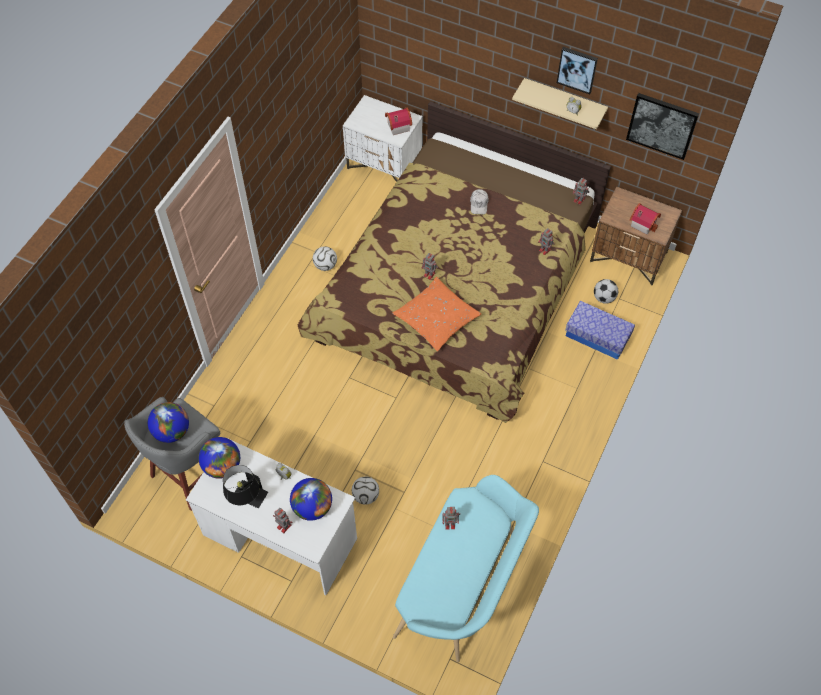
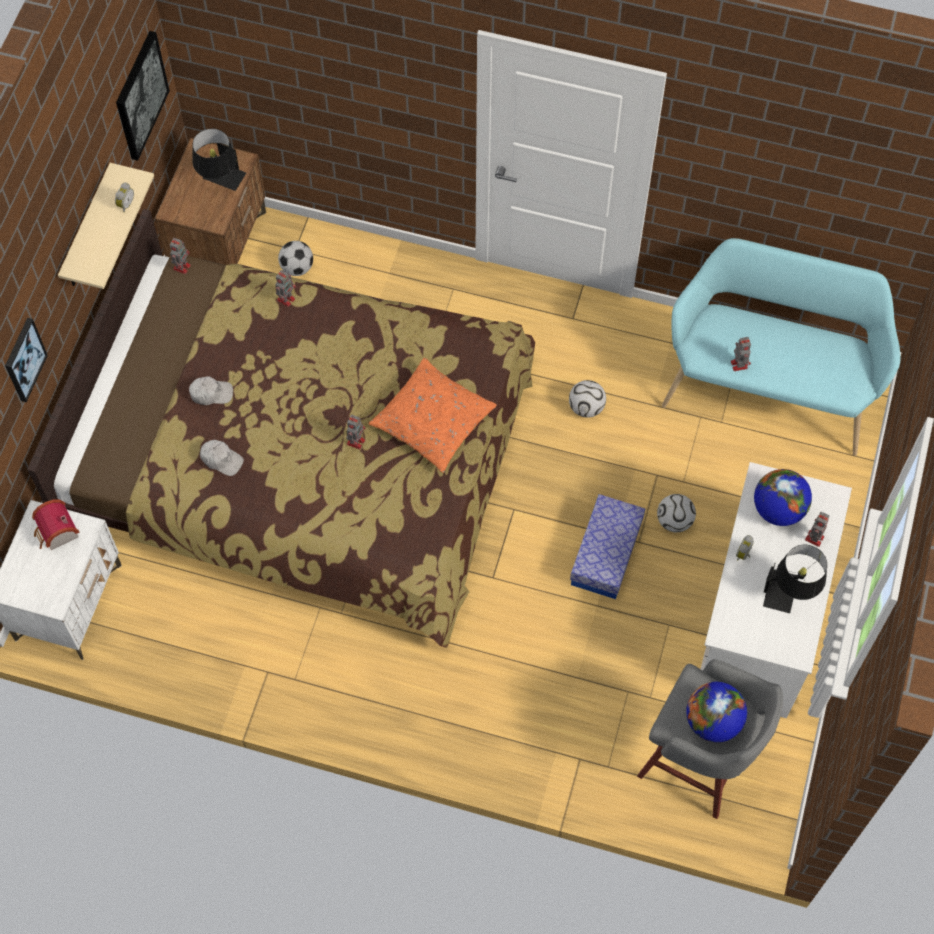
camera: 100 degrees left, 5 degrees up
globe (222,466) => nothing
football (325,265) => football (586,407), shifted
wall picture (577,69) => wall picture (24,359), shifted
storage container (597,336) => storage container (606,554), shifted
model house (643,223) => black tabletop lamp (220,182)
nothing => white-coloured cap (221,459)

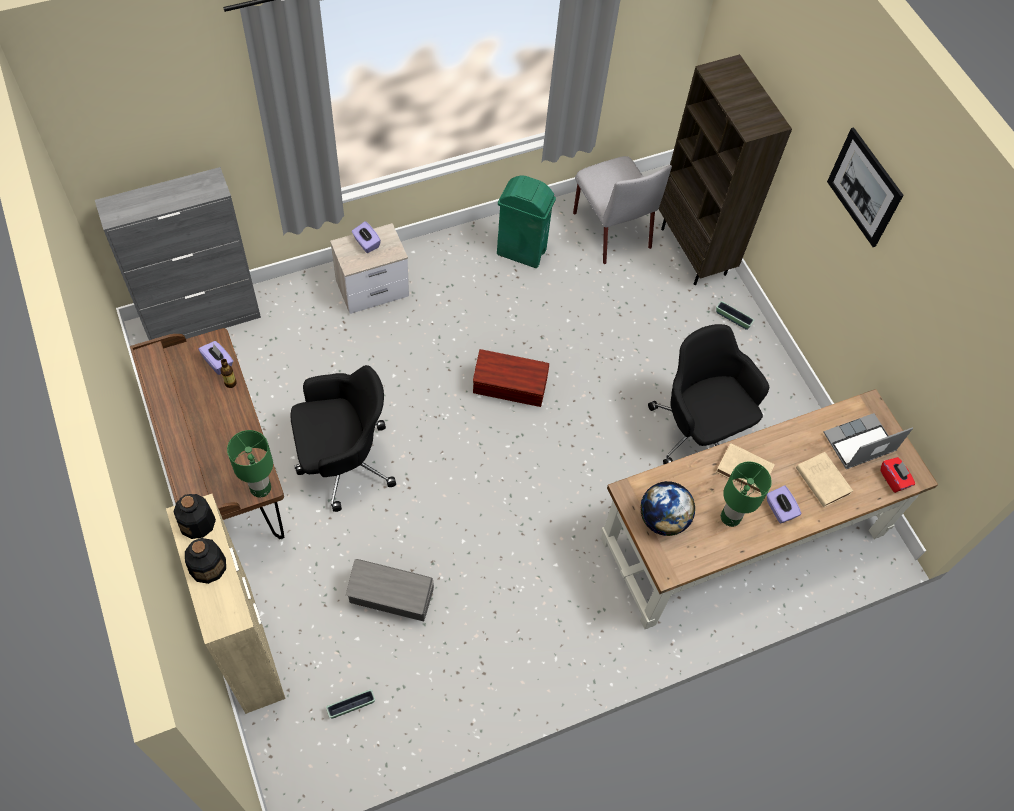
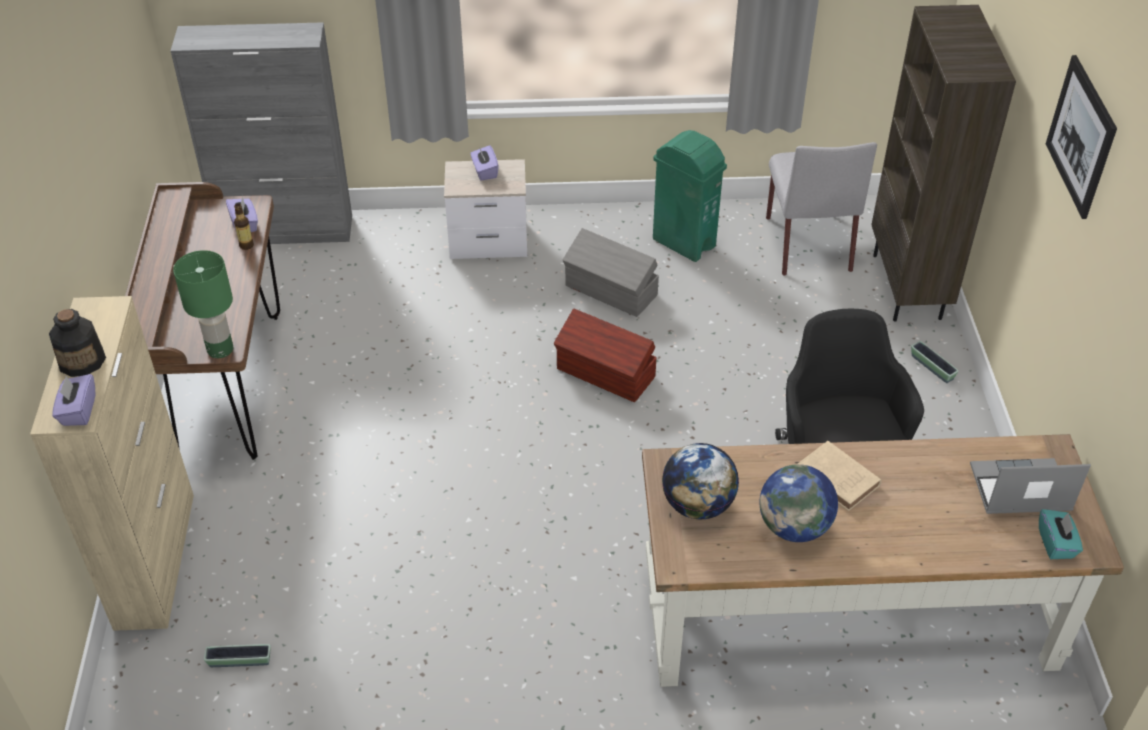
camera: 25 degrees right, 15 degrees down
bottle (197,522) => nothing
black desk chair (343,461) => nothing
gray storage container (392,597) => gray storage container (611,291), shifted
greenish tabletop lamp (731,517) => globe (794,527)
purple-coloured box of tissues (779,510) => purple-coloured box of tissues (78,411), shifted
beige bound book (822,480) => nothing
red-coloured box of tissues (894,479) => blue-green box of tissues (1056,544)

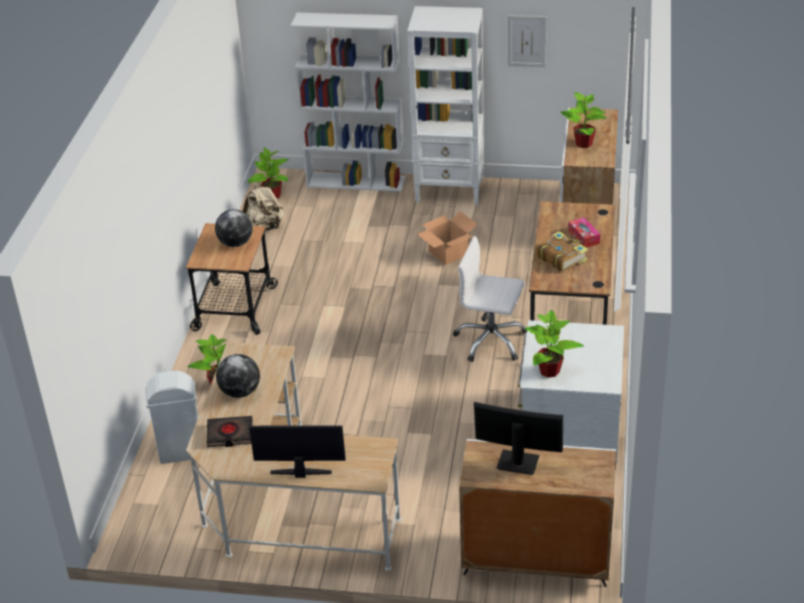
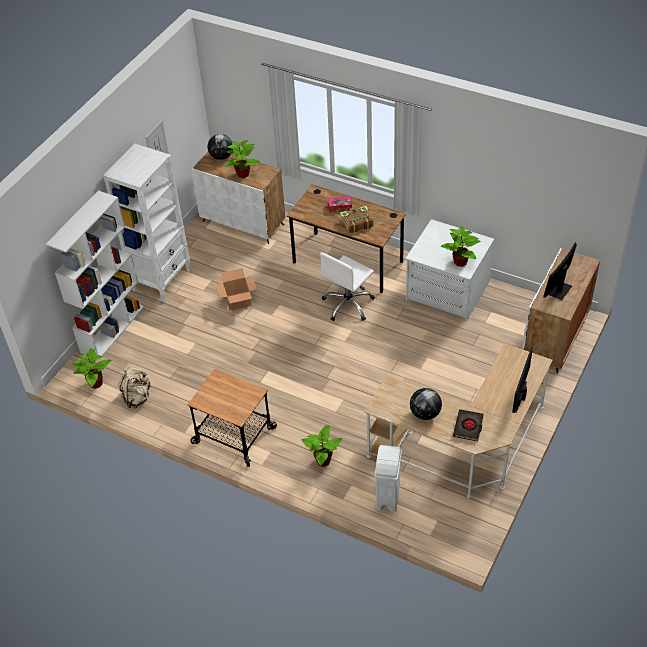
camera: 70 degrees left, 10 degrees up
globe (236,243) => globe (221,156), shifted

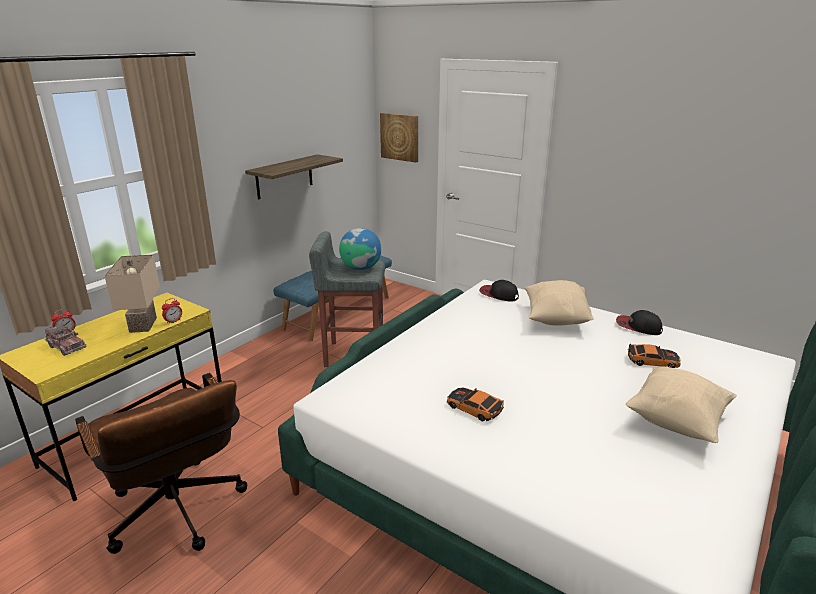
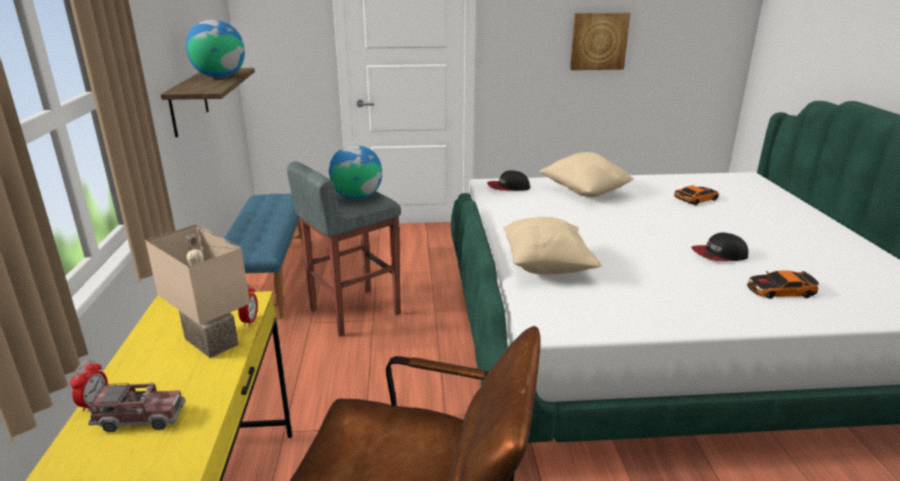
camera: 40 degrees left, 0 degrees up
wall picture (400,137) => wall picture (598,41), shifted
toy car (473,408) => toy car (780,291), shifted
cap (638,327) => cap (719,255), shifted
beige throw pillow (676,421) => beige throw pillow (546,266), shifted
nothing => globe (220,77)

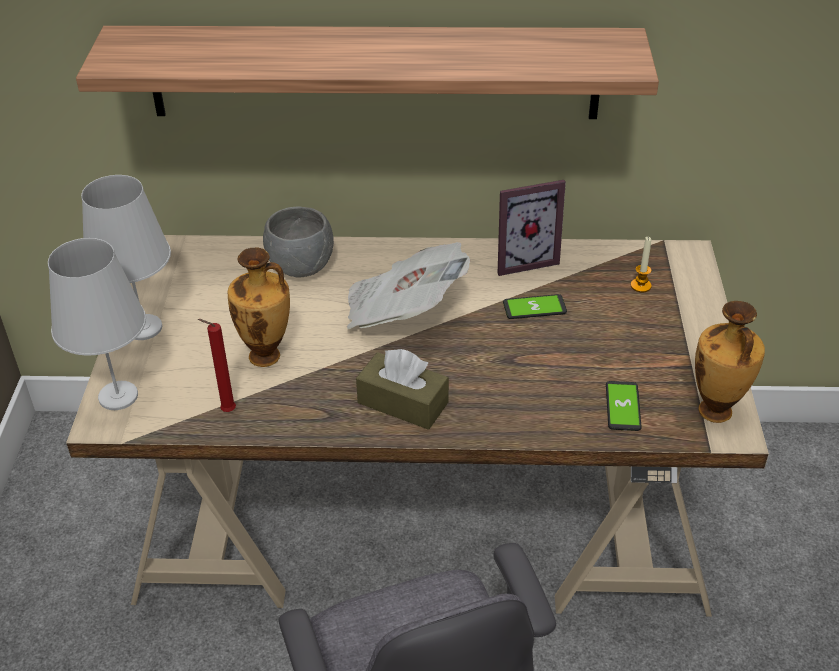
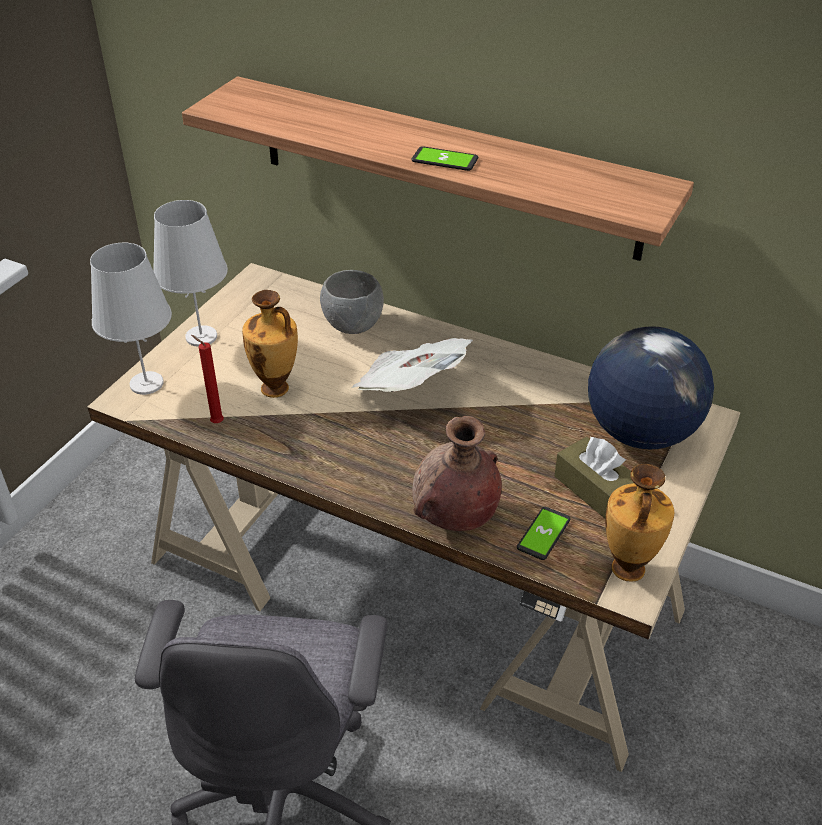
camera: 25 degrees right, 0 degrees up
brown box of tissues (403,403) => brown box of tissues (594,489), shifted
picture frame (522,259) => nothing
phone (534,308) => phone (444,160), shifted
wax light (640,286) => globe (639,432)
nothing => brown vase (454,517)

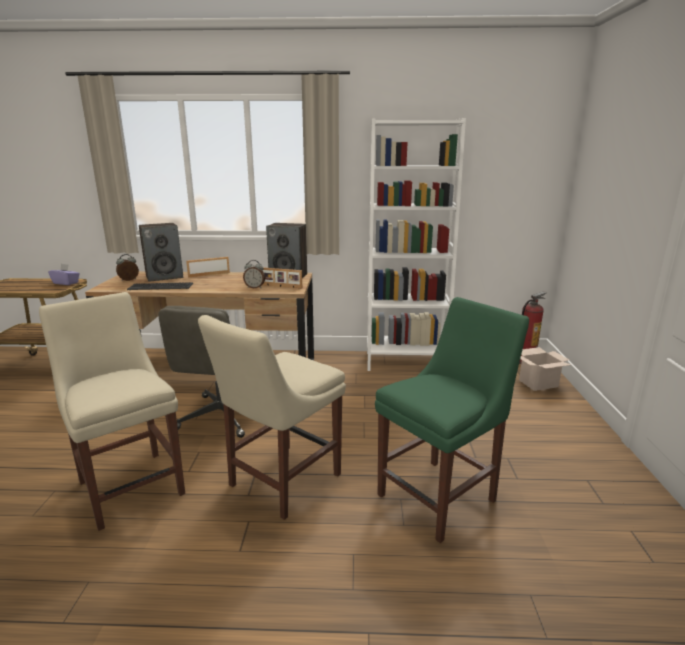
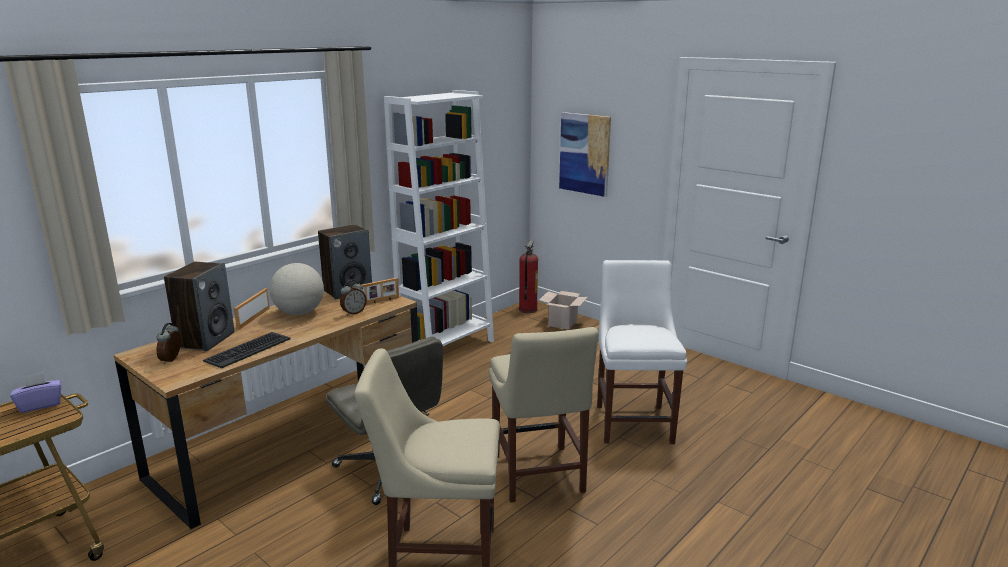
camera: 50 degrees left, 0 degrees up
greenish chair (441,495) => white-coloured chair (633,421)
nothing => globe (299,313)
nothing => wall picture (585,153)

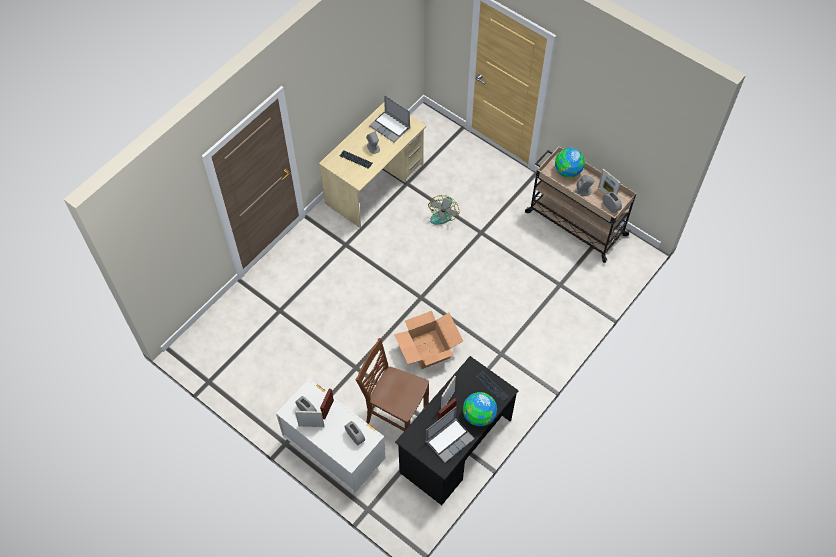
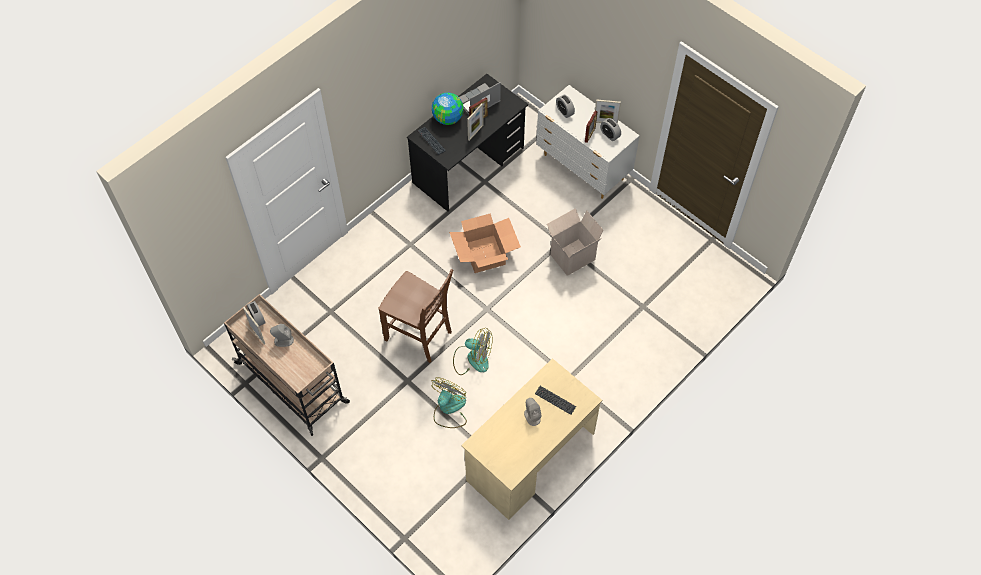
camera: 175 degrees left, 0 degrees up
brown chair (395,417) => brown chair (419,336), shifted
portable computer (390,127) => nothing
globe (567,171) => nothing
nothing => cooling fan (472,358)
nothing => cardboard box (572,256)

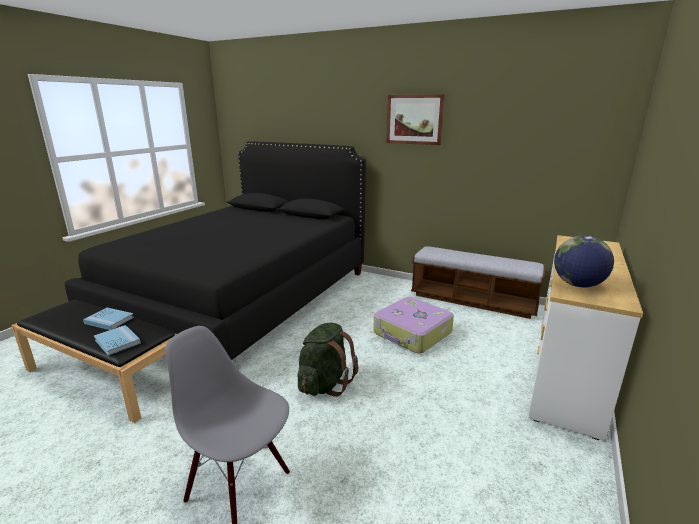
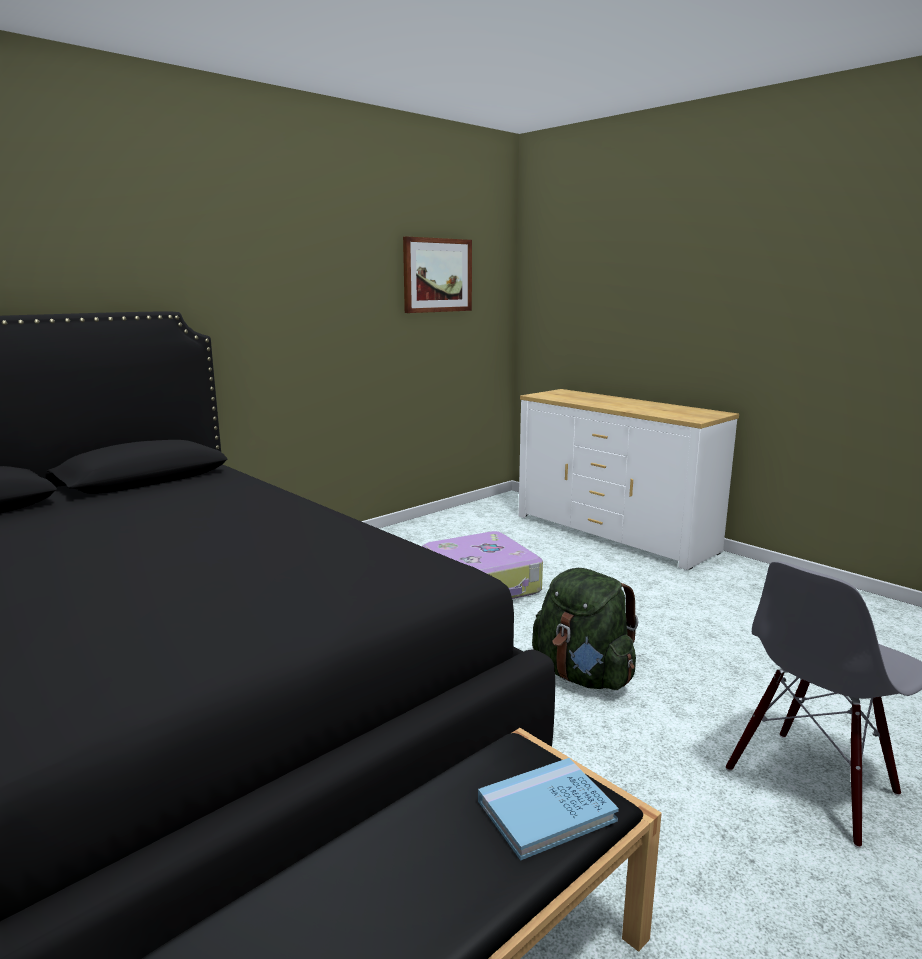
camera: 70 degrees left, 5 degrees down
blue bound book (109,320) => nothing
wall picture (414,119) => wall picture (437,275), shifted
indoor bench (473,300) => nothing
globe (578,285) => nothing

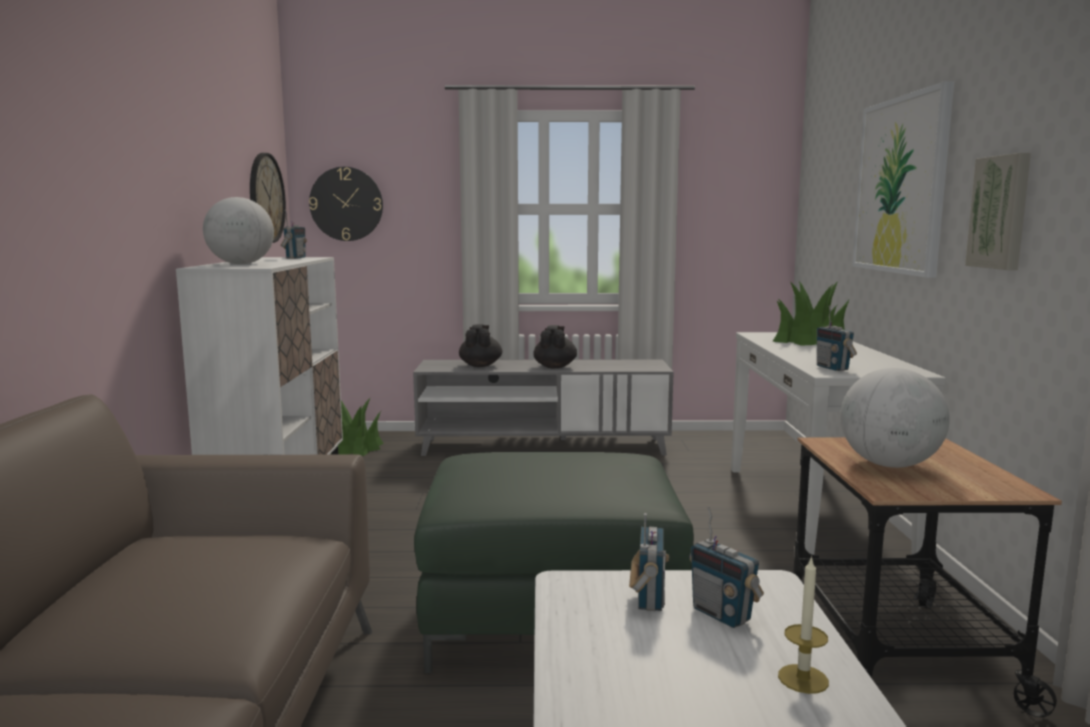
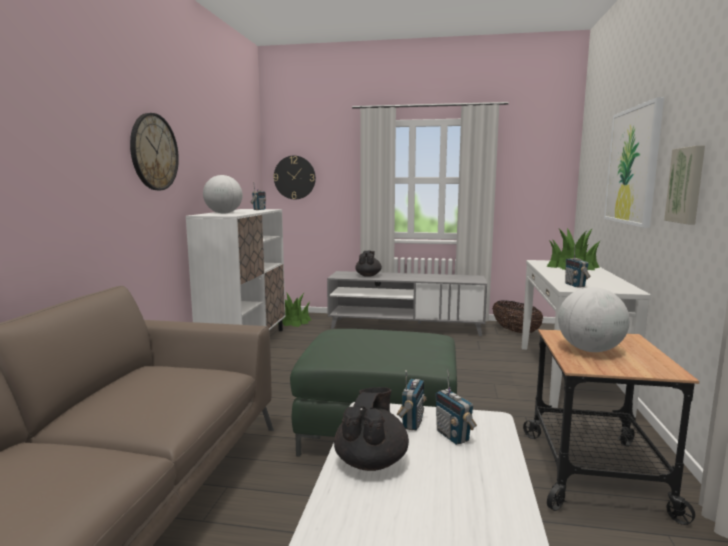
camera: 10 degrees right, 0 degrees up
wall clock (266,198) => wall clock (154,152), shifted
black pot for tea (555,367) => black pot for tea (371,461), shifted
wax light (803,679) => nothing
nothing => basket (515,331)

